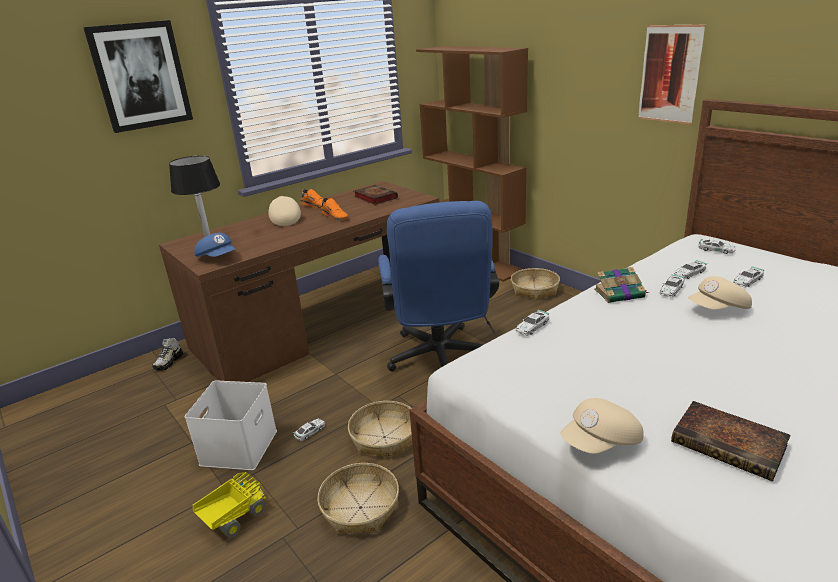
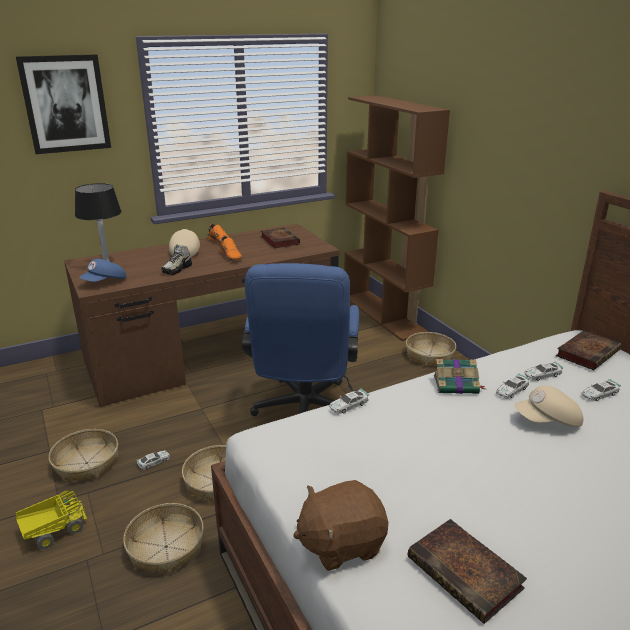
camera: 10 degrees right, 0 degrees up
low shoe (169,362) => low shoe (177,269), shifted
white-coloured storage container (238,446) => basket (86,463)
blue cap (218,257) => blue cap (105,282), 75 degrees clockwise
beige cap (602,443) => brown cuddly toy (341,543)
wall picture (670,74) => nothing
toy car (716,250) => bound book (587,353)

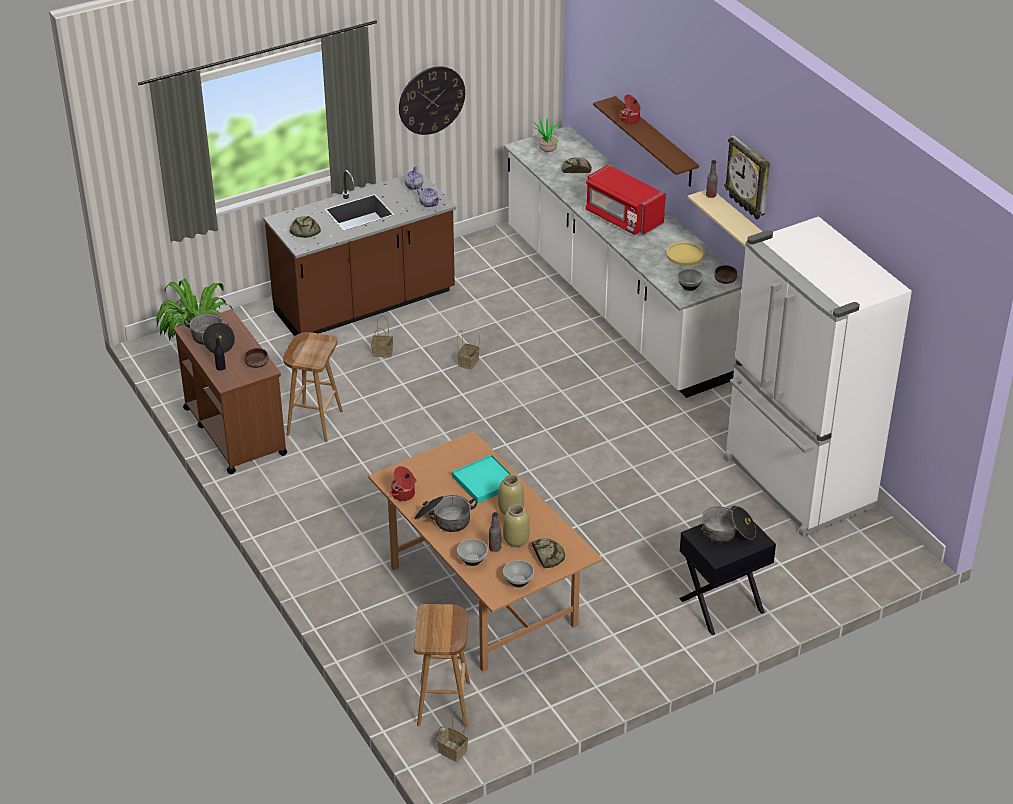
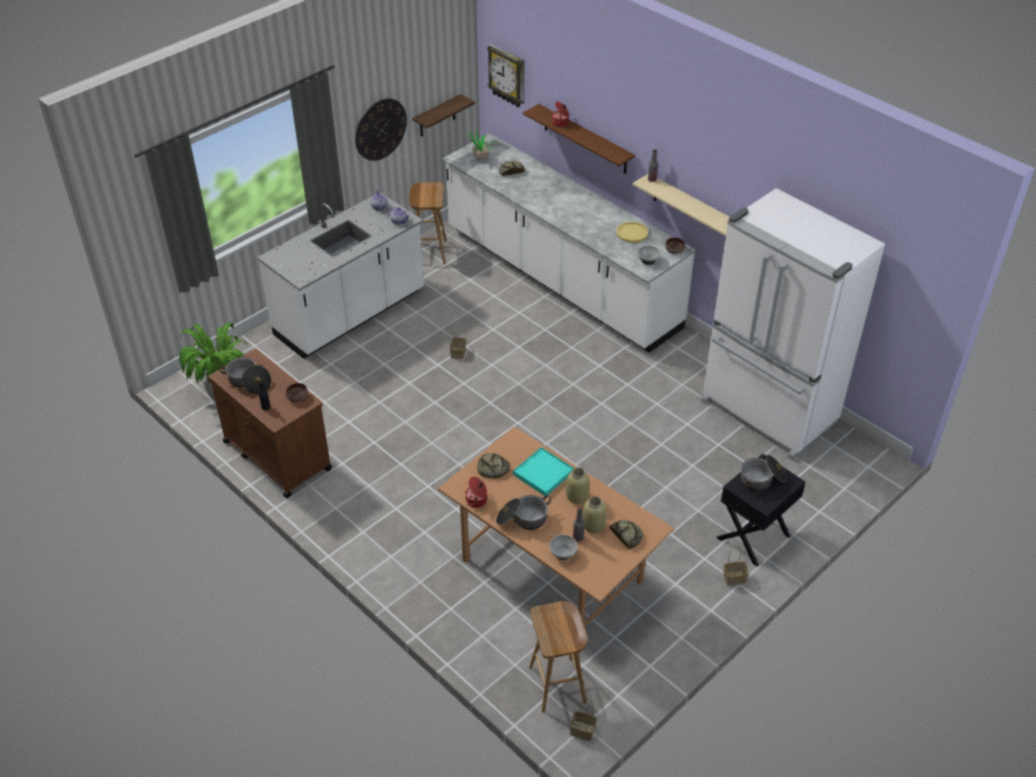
camera: 15 degrees left, 5 degrees up
brown kitchen counter (365,304) => white-coloured kitchen counter (351,315)
brown stool seat (314,422) => brown stool seat (429,252), shifted
bakery bread (304,231) => bakery bread (492,469), shifted
basket (383,352) => basket (735,578), shifted
deep dish (518,581) => nothing
red-coloured kitchen microwave (623,218) => nothing
wall clock (749,178) => wall clock (508,76), shifted
nothing => wall shelf (437,116)

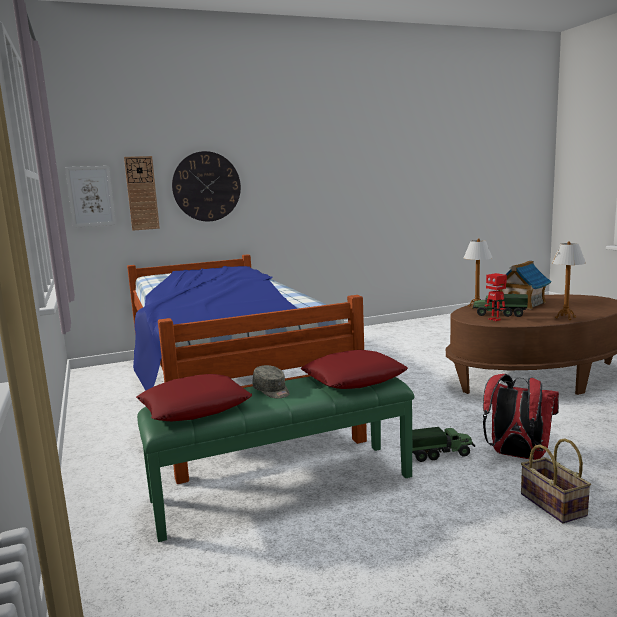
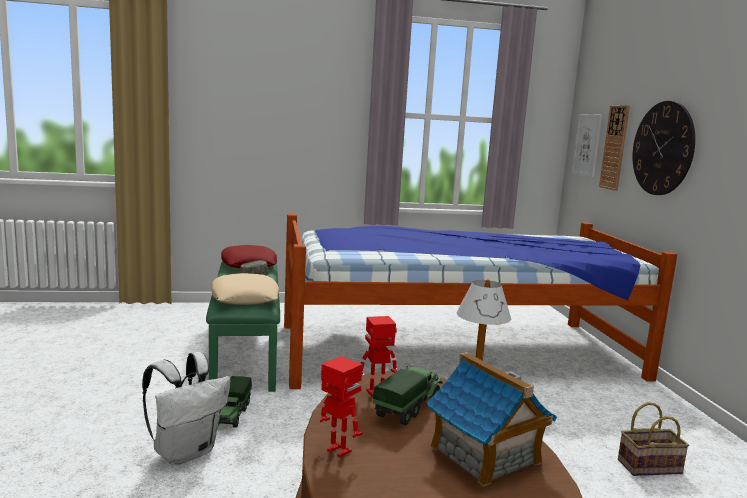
camera: 100 degrees right, 0 degrees up
red-coloured throw pillow (354,378) => beige throw pillow (245,297)
red-coloured knapsack (516,455) => white-coloured knapsack (186,452)
basket (550,504) => basket (650,466), shifted
tabletop lamp (565,318) => model robot (338,451)

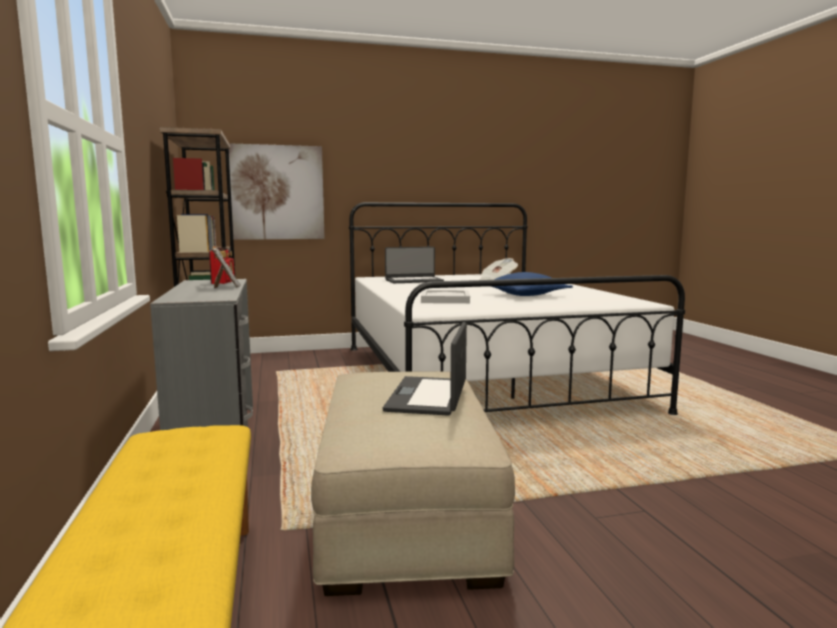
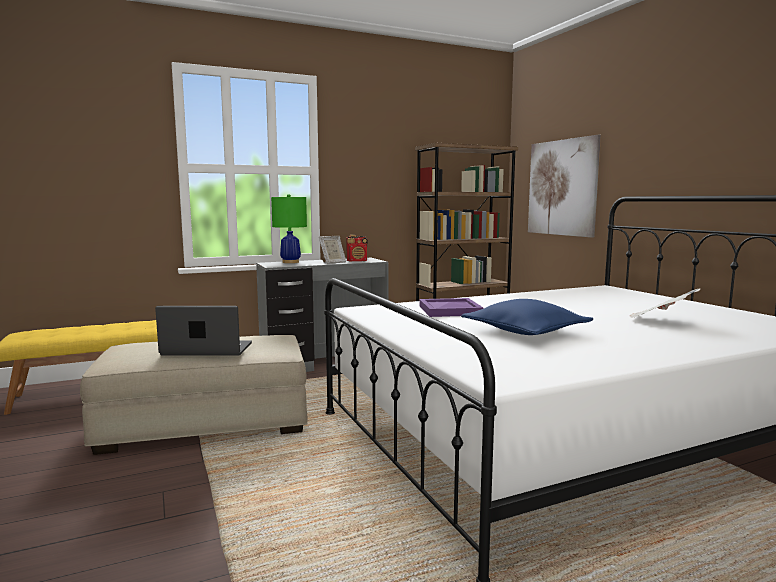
camera: 80 degrees right, 0 degrees up
portable computer (413,280) => nothing
white-coloured serving tray (444,299) => purple-coloured serving tray (448,310)
nothing => greenish tabletop lamp (290,262)

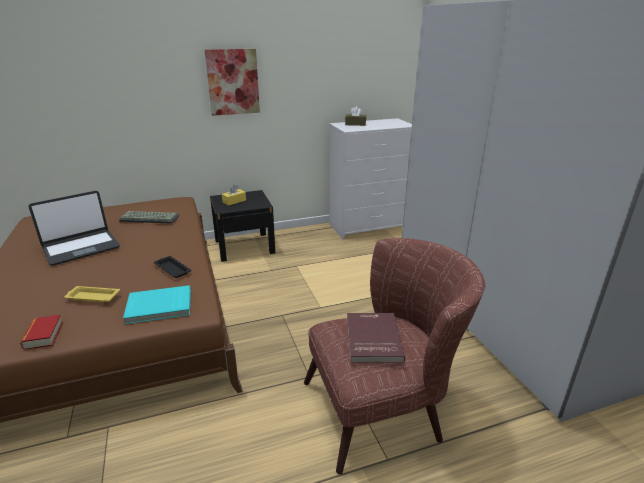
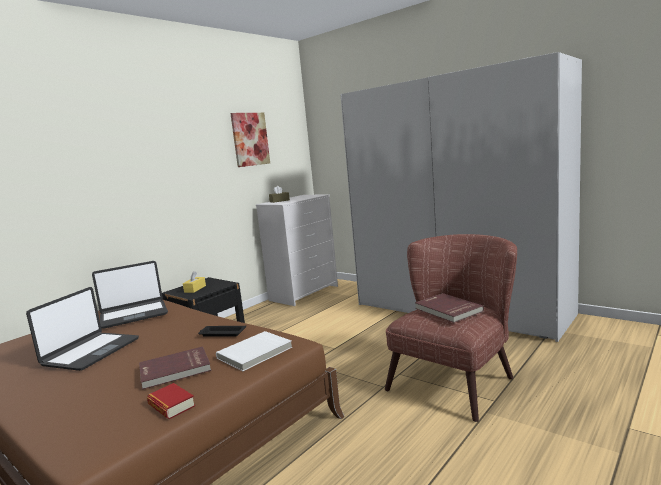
camera: 30 degrees left, 15 degrees down
yellowish serving tray (92,297) => red-coloured bound book (175,370)
computer keyboard (150,218) => portable computer (134,315)
blue-green bound book (159,307) => white-coloured bound book (255,353)
wall picture (233,82) => wall picture (250,139), shifted

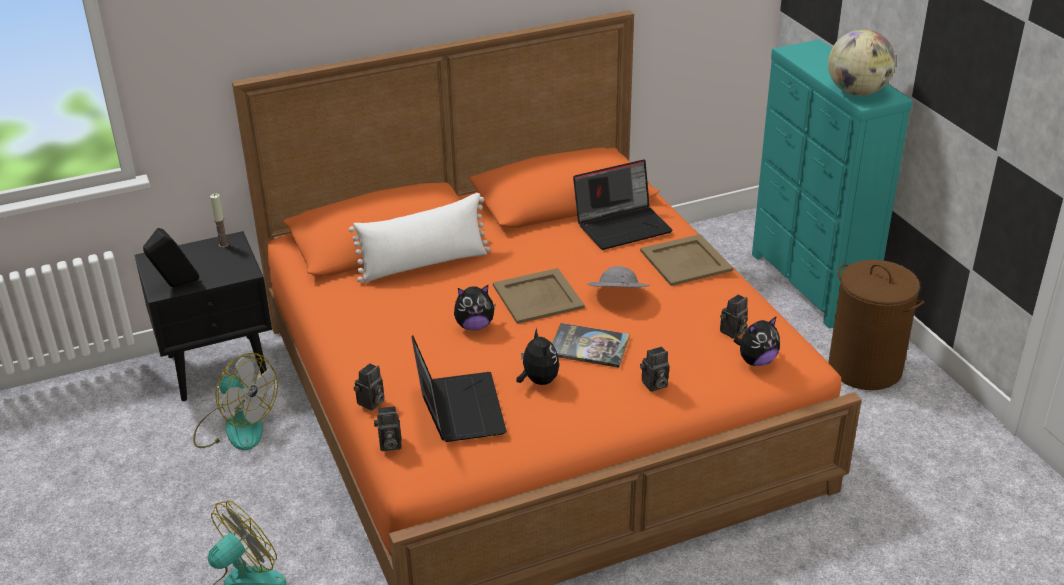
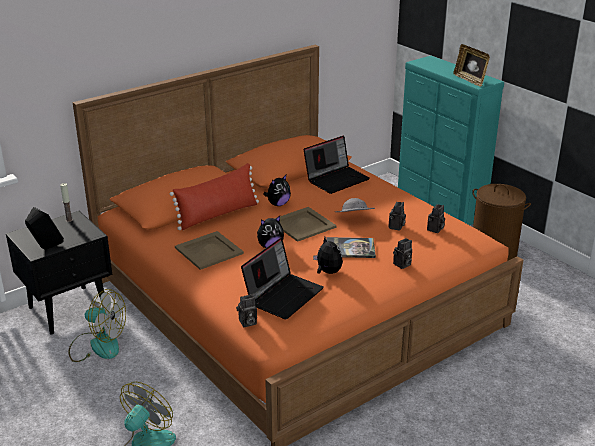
camera: 15 degrees left, 5 degrees down
white-coloured throw pillow (424,264) => red-coloured throw pillow (218,215)
photo camera (371,403) => photo camera (396,227), shifted
portable computer (458,408) => portable computer (283,295), 60 degrees clockwise
beige serving tray (686,261) => beige serving tray (209,250), shifted
cuddly toy (756,361) => cuddly toy (278,204), shifted
globe (857,92) => picture frame (470,80)

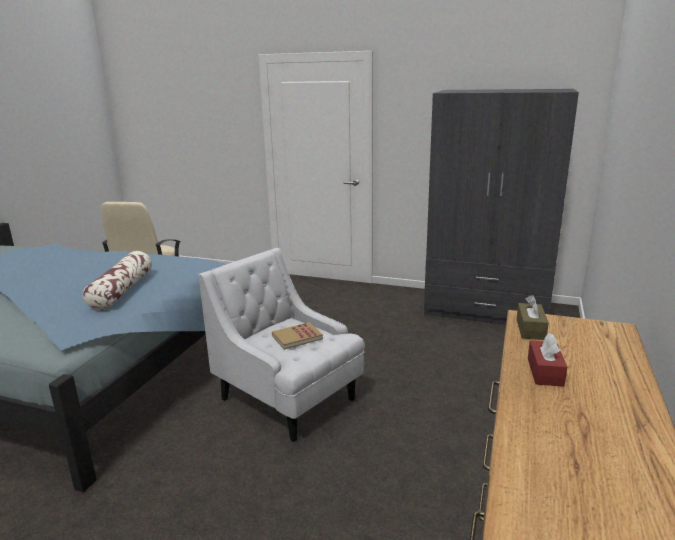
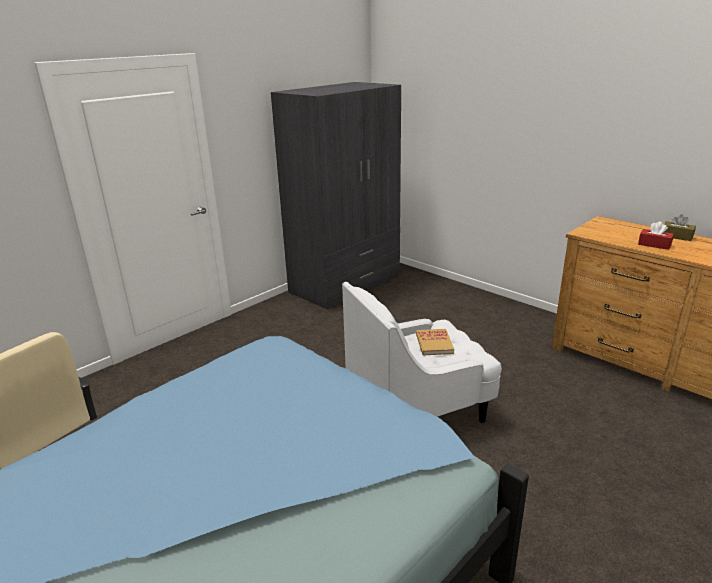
camera: 65 degrees left, 5 degrees up
throw pillow (122,290) => nothing
brown box of tissues (530,329) => brown box of tissues (676,236), shifted

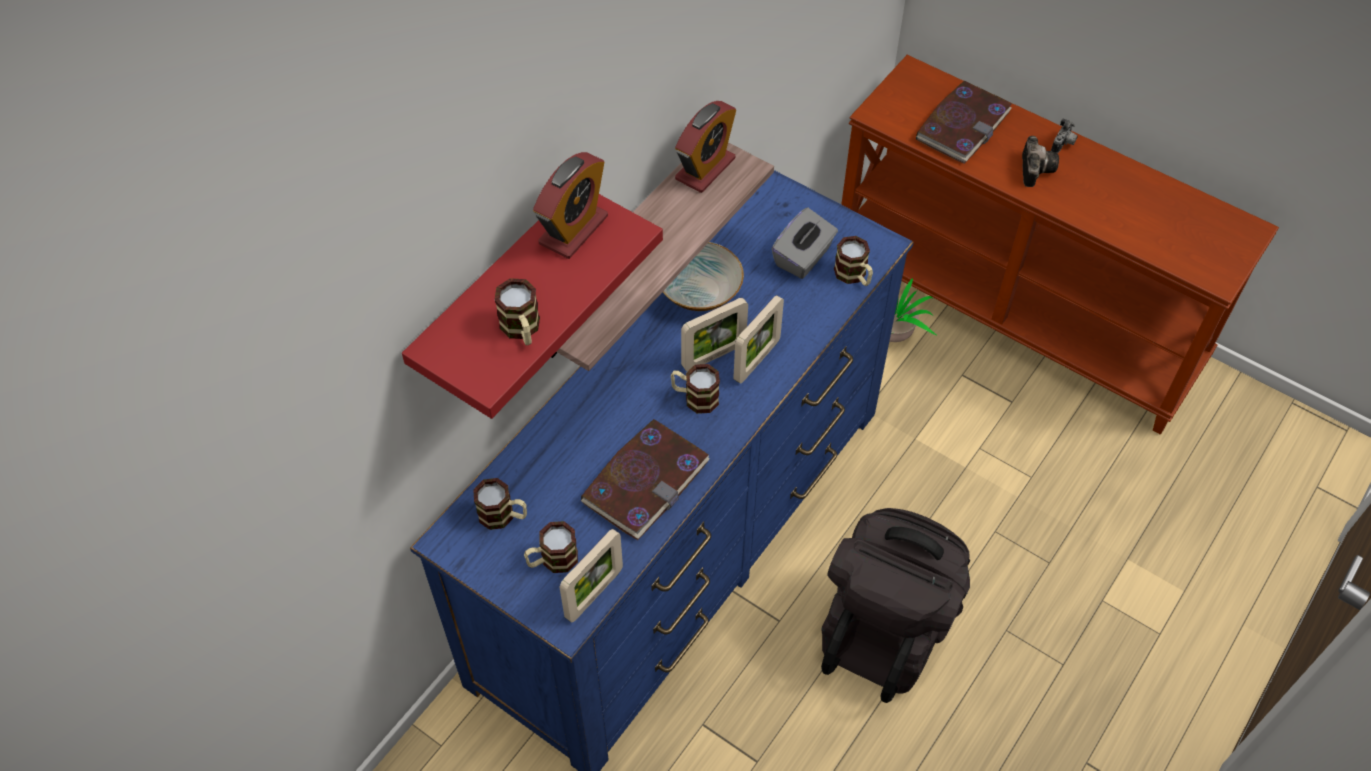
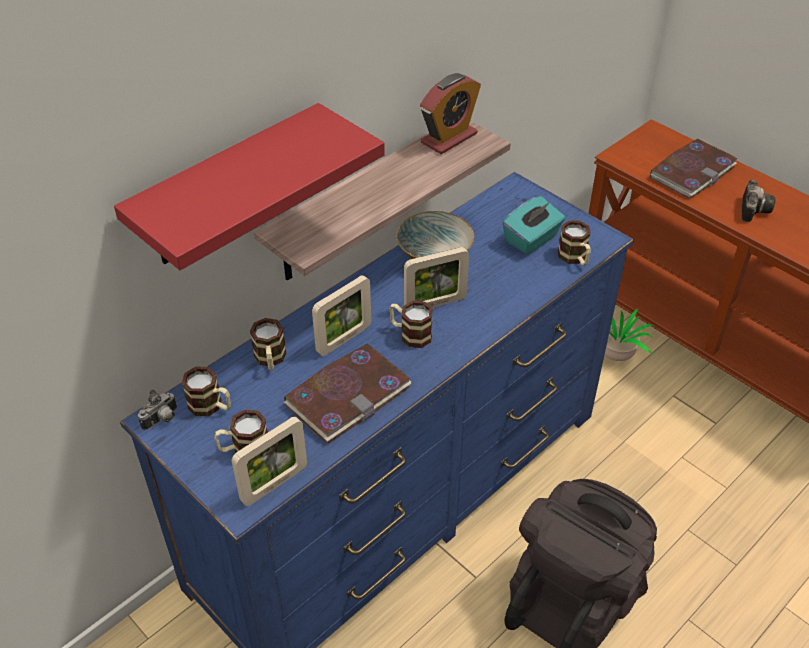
camera: 10 degrees right, 10 degrees down
tea mug (522,330) => tea mug (270,360), shifted
alarm clock (573,230) => nothing
picture frame (756,361) => picture frame (344,339), shifted
gray box of tissues (803,257) => blue-green box of tissues (532,239)
photo camera (1063,144) => photo camera (162,420), shifted

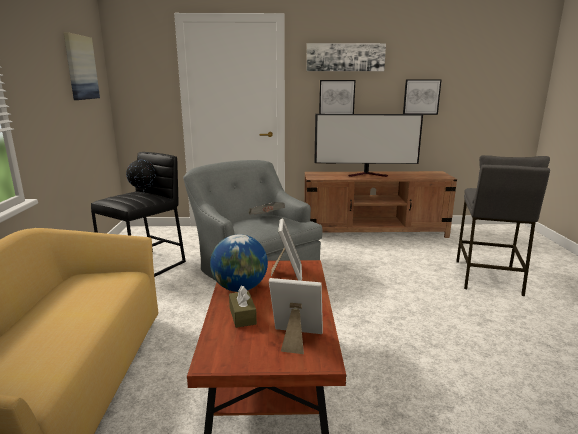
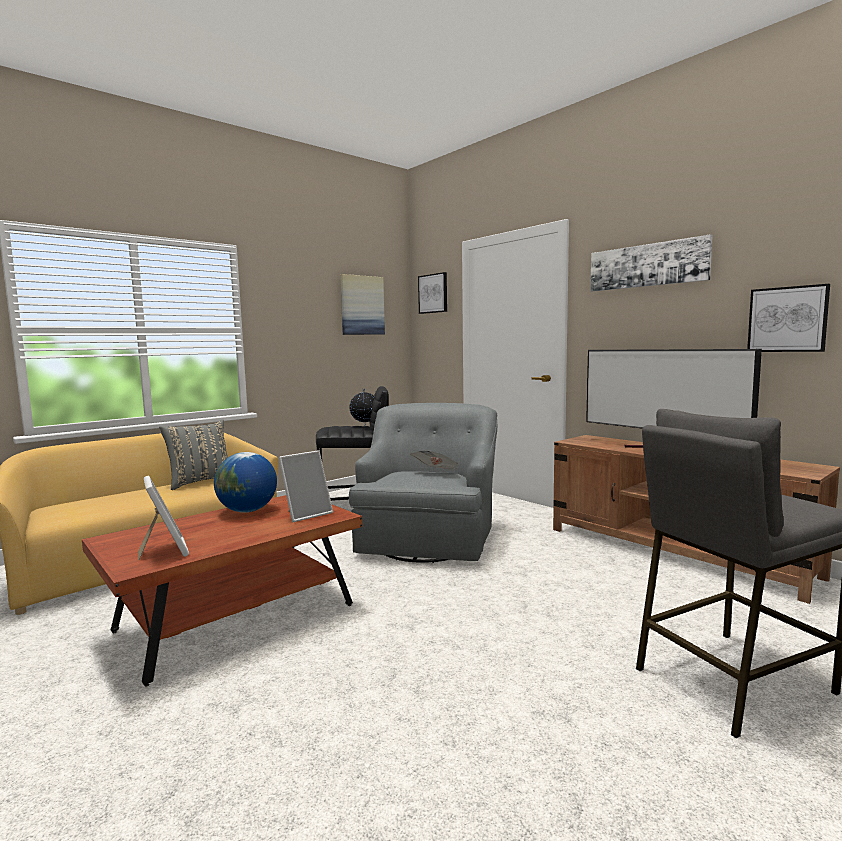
camera: 50 degrees right, 10 degrees down
brown box of tissues (242,316) => nothing
wall picture (336,97) => wall picture (433,293), shifted
nothing => gray throw pillow (200,482)

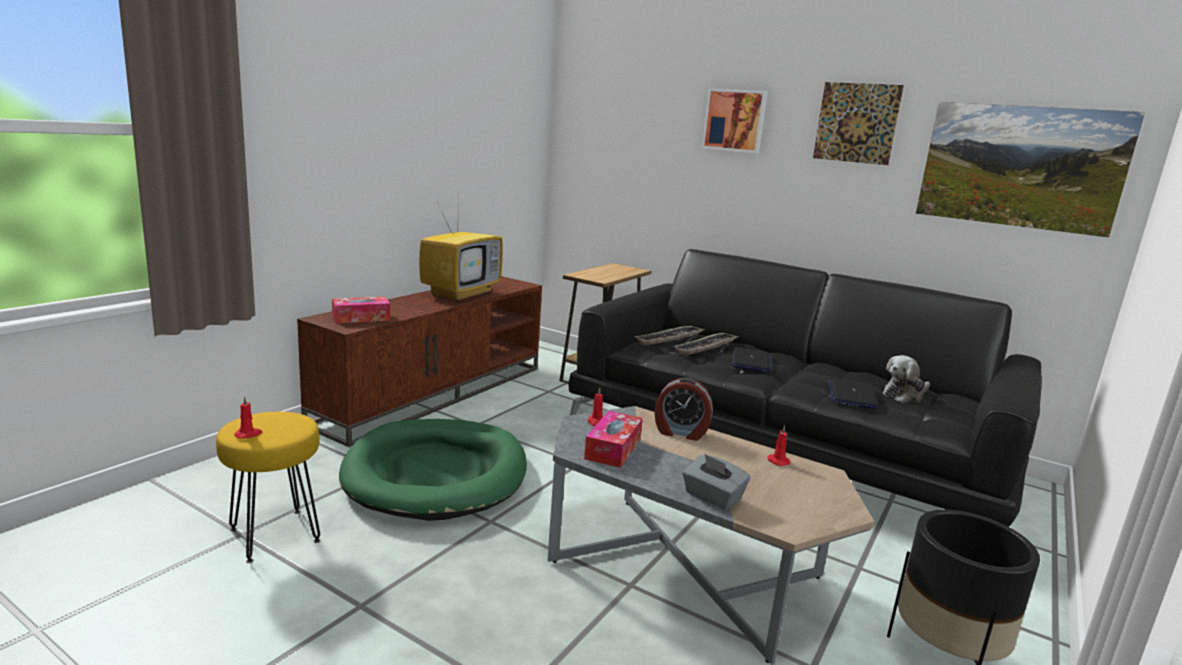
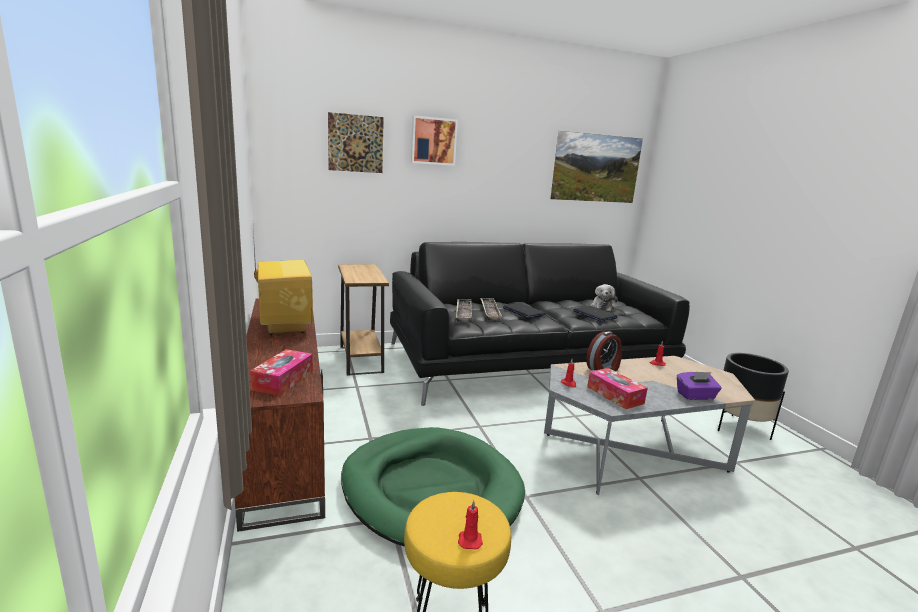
camera: 50 degrees left, 0 degrees up
gray box of tissues (712,497) => purple-coloured box of tissues (695,396)
wall picture (856,123) => wall picture (355,143), shifted

